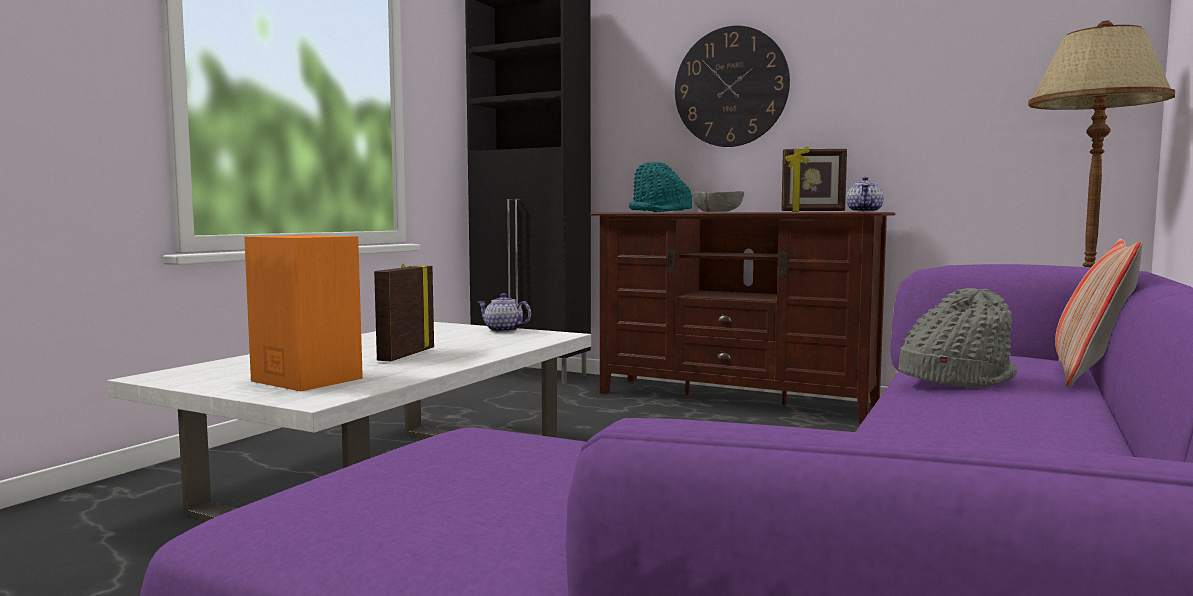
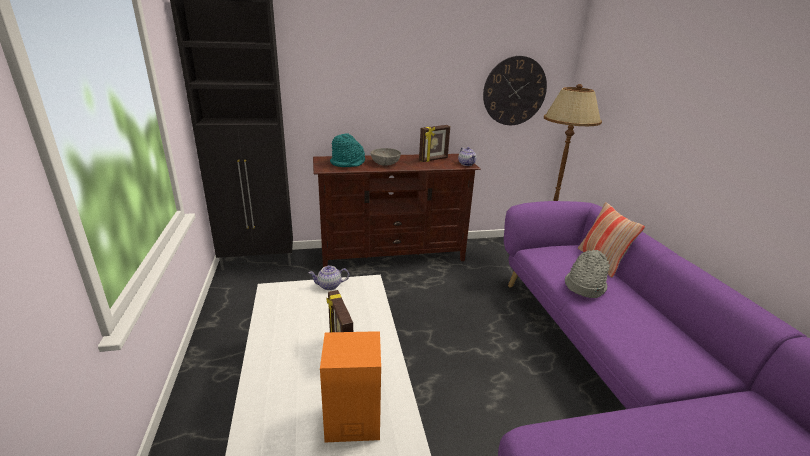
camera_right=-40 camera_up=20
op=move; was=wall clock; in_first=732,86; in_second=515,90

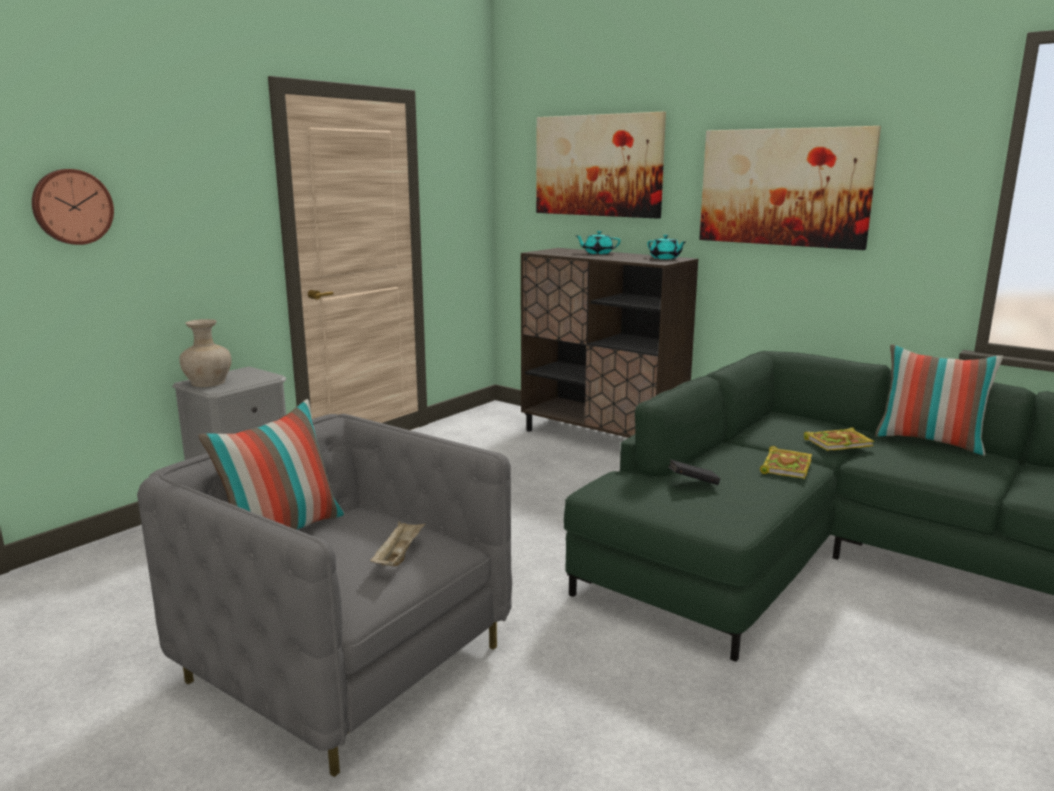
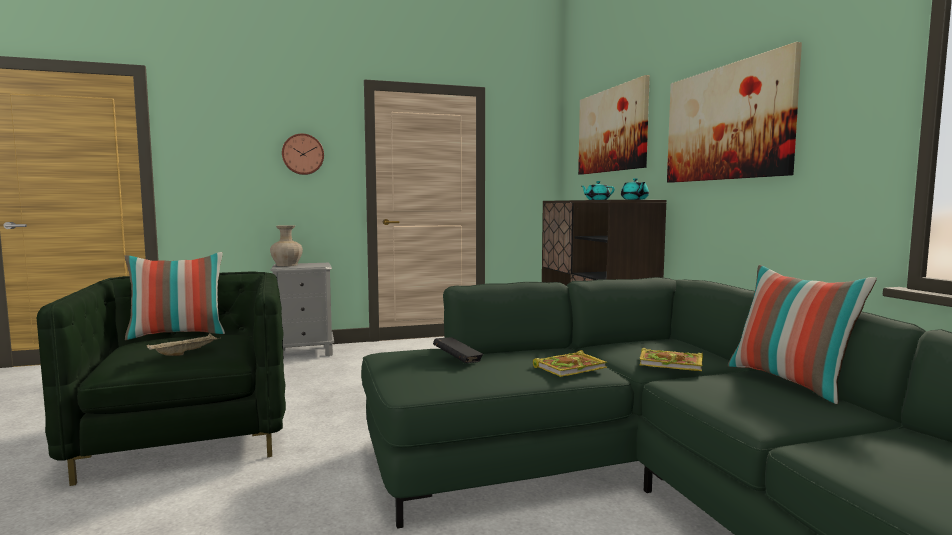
camera_right=35 camera_up=-10
op=move; was=wall clock; in_first=73,207; in_second=303,154
op=recolor; was=grey armchair; now=green armchair; in_first=324,595; in_second=161,378

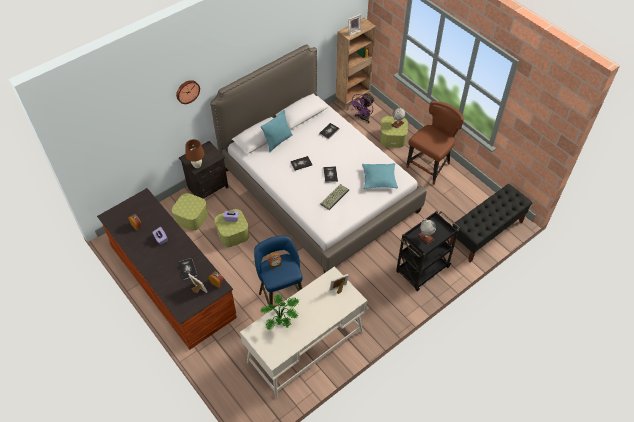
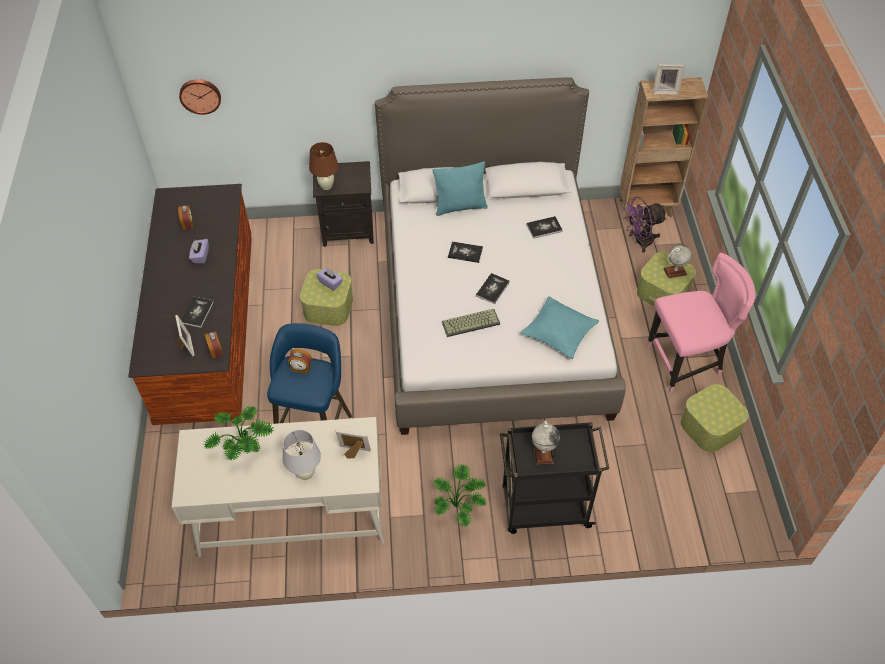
camera_right=35 camera_up=0
op=move; was=wall clock; in_first=188,92; in_second=200,97
op=recolor; was=brown chair; now=pink chair; in_first=435,142; in_second=701,323
op=delete; was=black bench; in_first=491,223
op=move; was=storage box; in_first=190,212; in_second=714,418
op=insert; now=white table lamp; in_second=302,455
op=insert; now=potted plant; in_second=460,495

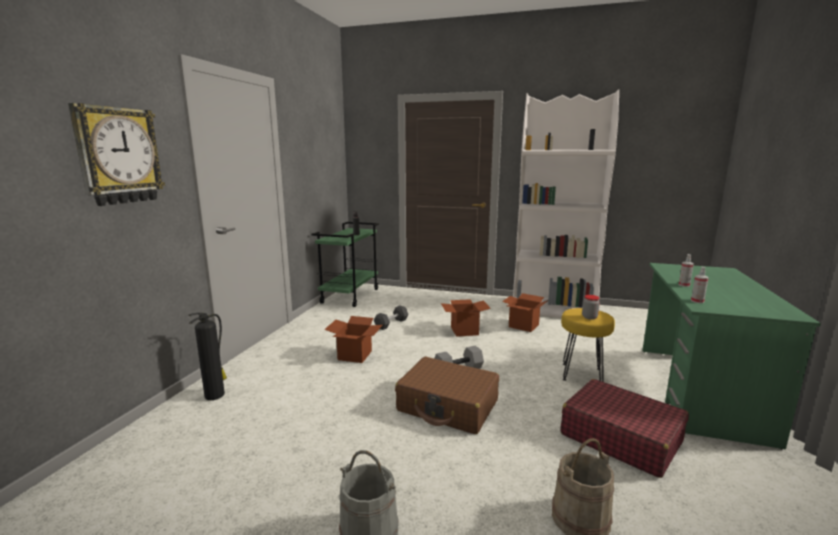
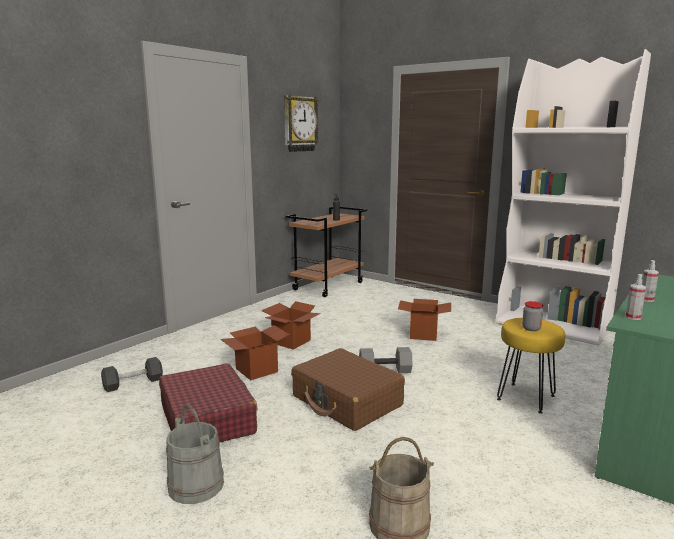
camera_right=20 camera_up=0
op=move; was=wall clock; in_first=116,154; in_second=301,123
op=recolor; was=green cart; now=brown cart; in_first=345,264; in_second=326,252
op=move; was=cardboard box; in_first=525,312; in_second=255,352
op=move; was=black dumbbell; in_first=391,317; in_second=132,374
op=delete; was=fire extinguisher; in_first=207,356
op=move; was=red suitcase; in_first=625,428; in_second=208,403

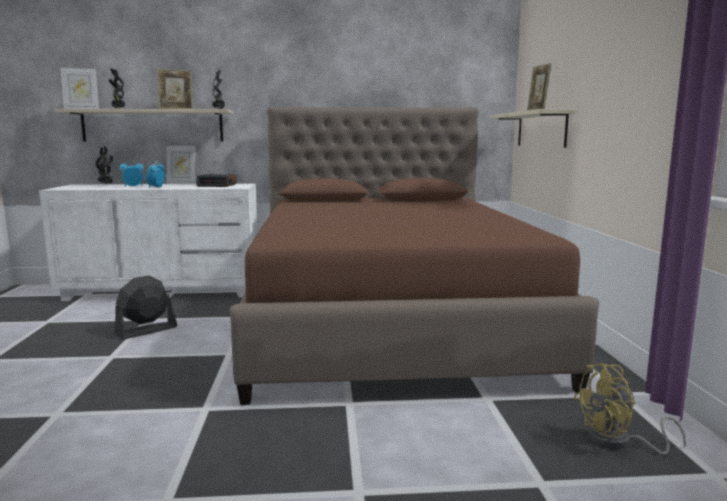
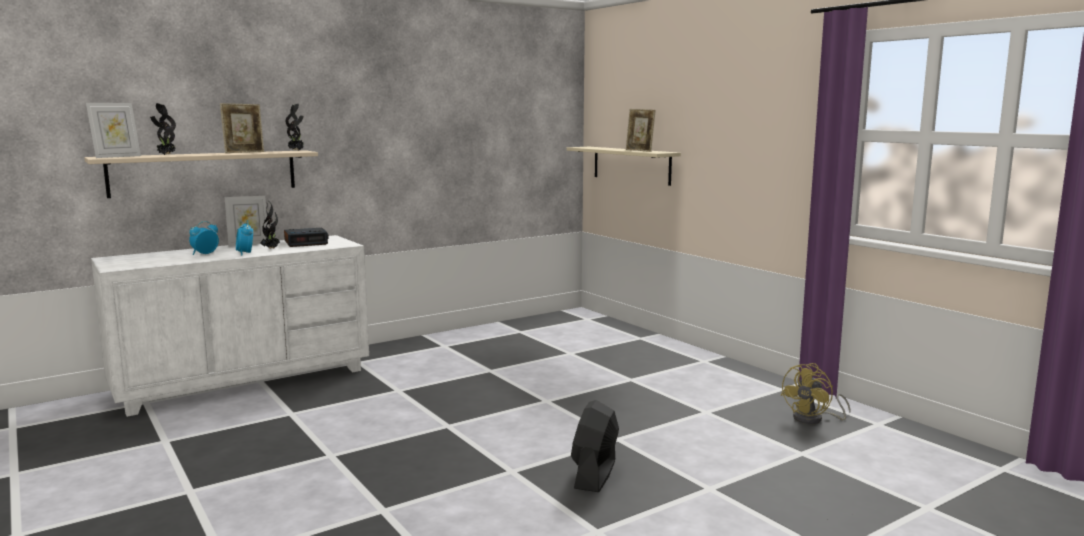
camera_right=-30 camera_up=0
op=delete; was=brown bed; in_first=414,256
op=move; was=potted plant; in_first=104,165; in_second=270,226
op=move; was=black fan; in_first=146,307; in_second=595,446

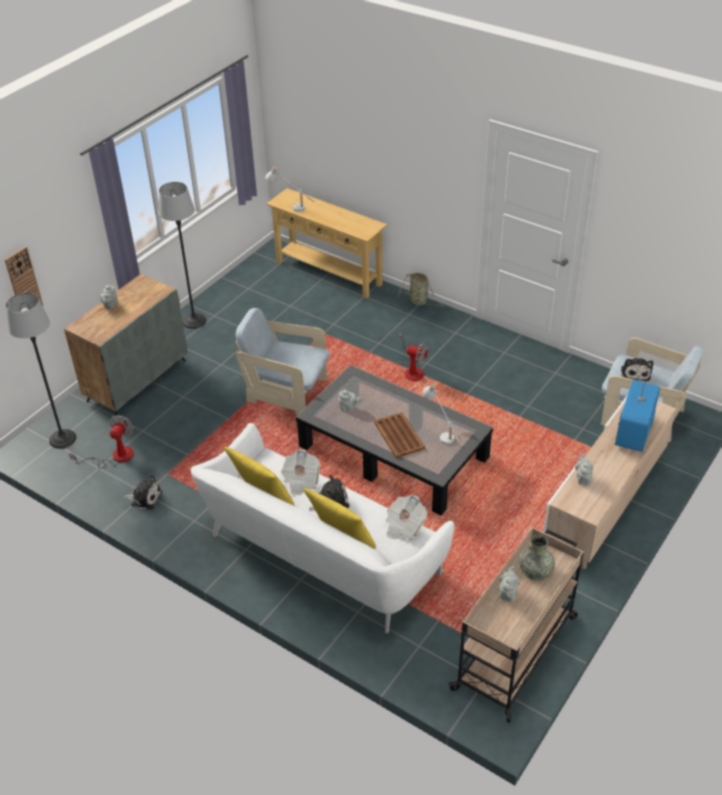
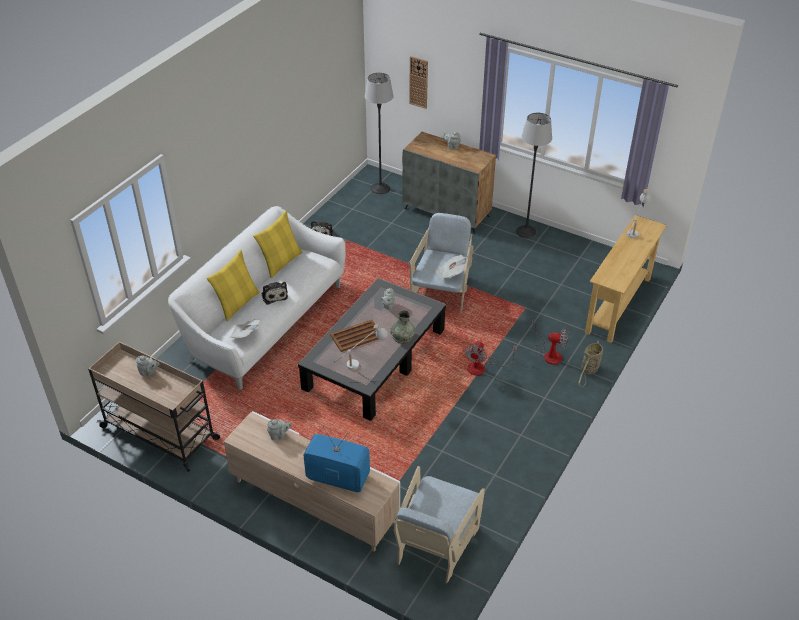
camera_right=85 camera_up=0
op=delete; was=plush toy; in_first=637,369
op=move; was=fan; in_first=101,441; in_second=550,343
op=move; was=newspaper; in_first=301,472; in_second=451,267
op=move; was=grey vase; in_first=537,557; in_second=402,327

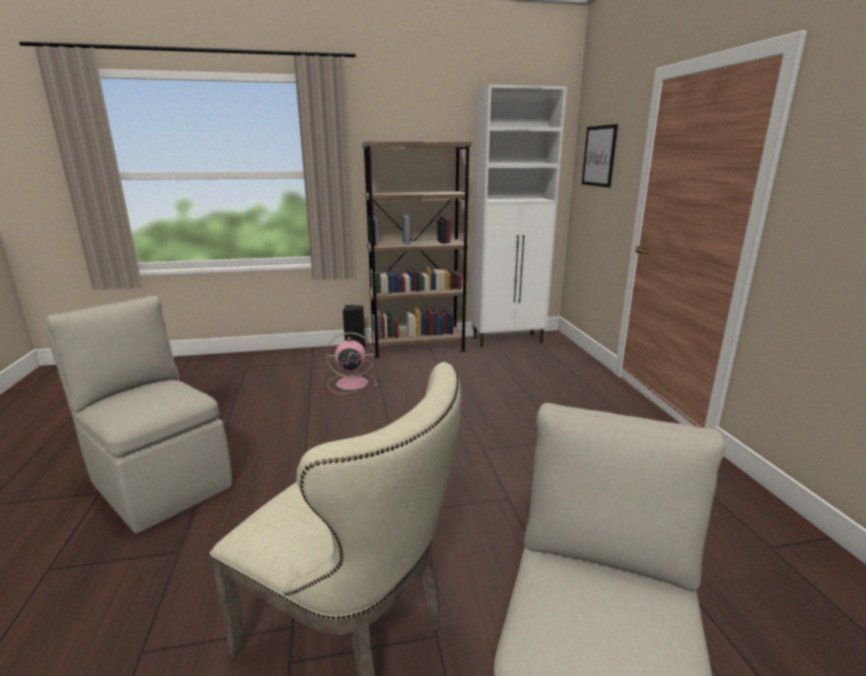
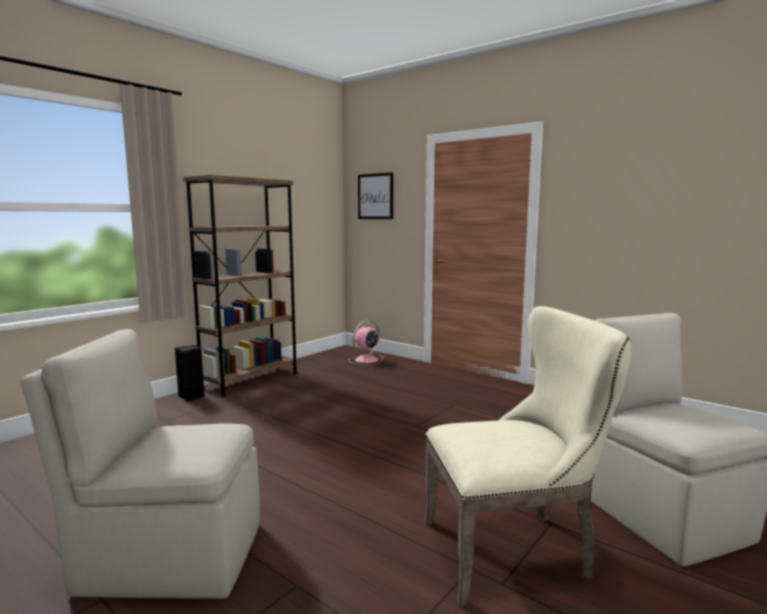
camera_right=-40 camera_up=-10
op=delete; was=white cabinet; in_first=519,215
op=move; was=pink fan; in_first=351,363; in_second=366,342

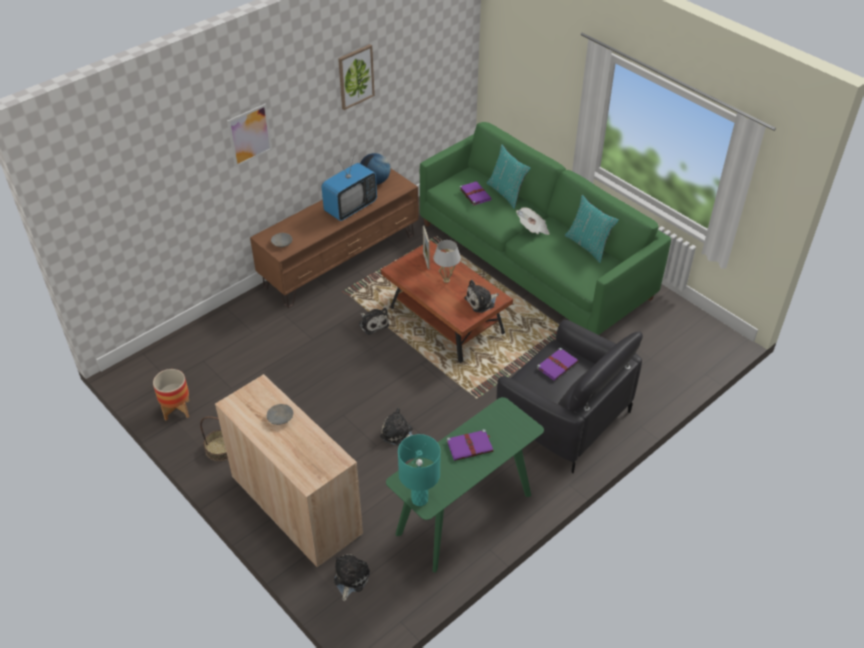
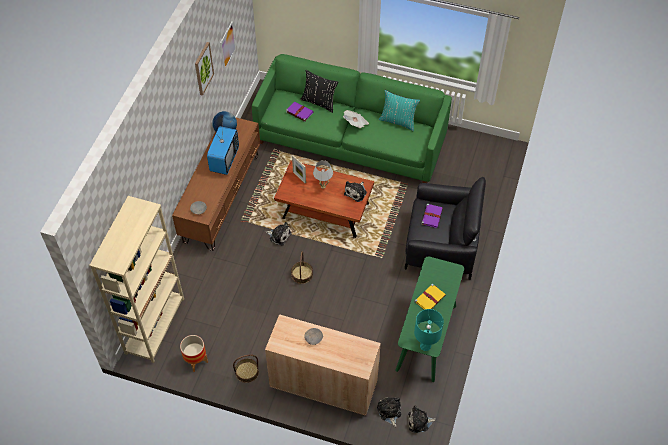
camera_right=-30 camera_up=10
op=move; was=picture; in_first=249,135; in_second=228,45
op=recolor; was=turquoise pillow; now=black pillow; in_first=509,176; in_second=319,91
op=move; was=plush toy; in_first=396,427; in_second=422,419
op=recolor; was=purple book; now=yellow book; in_first=470,445; in_second=430,297
op=insert; now=beige bookcase; in_second=136,279
op=insert; now=basket; in_second=302,267

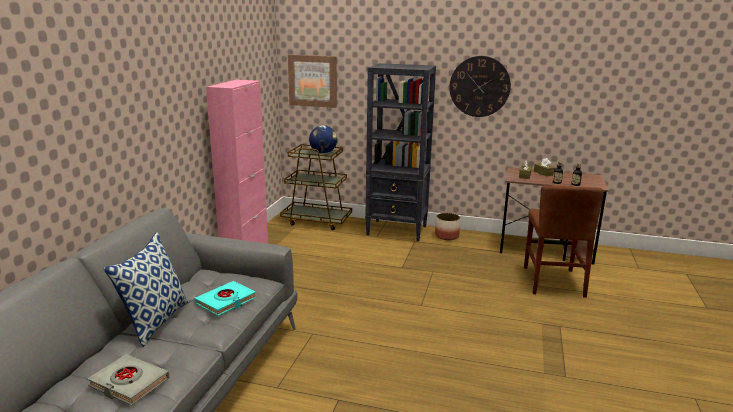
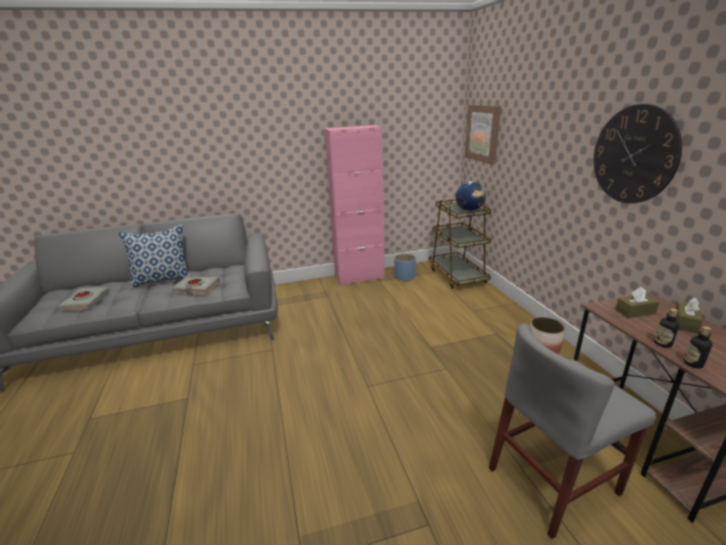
camera_right=60 camera_up=5
op=delete; was=black bookcase; in_first=400,152
op=recolor; was=brown chair; now=grey chair; in_first=564,241; in_second=572,431
op=recolor; was=turquoise book; now=grey book; in_first=225,298; in_second=196,286
op=insert; now=blue planter; in_second=405,267

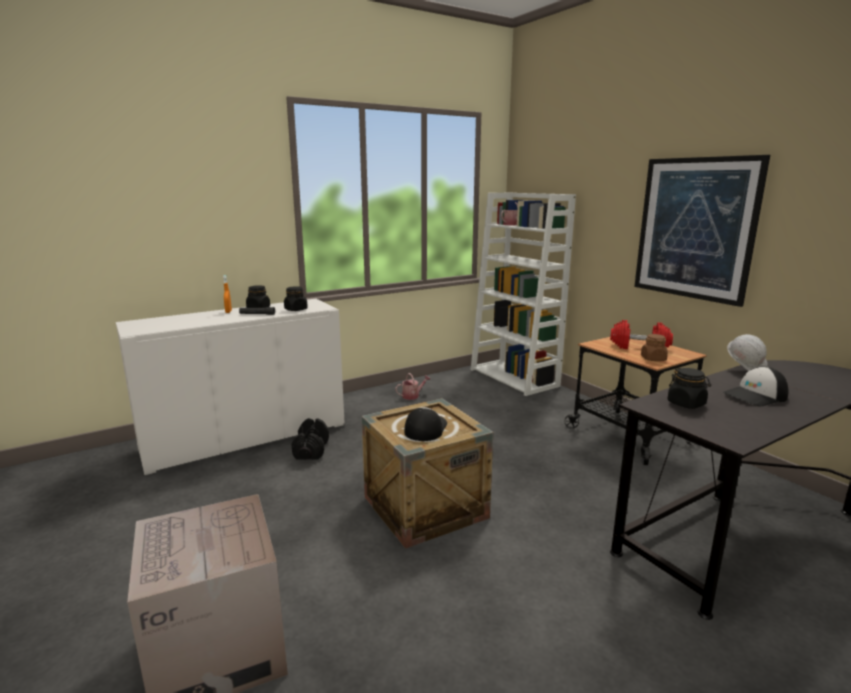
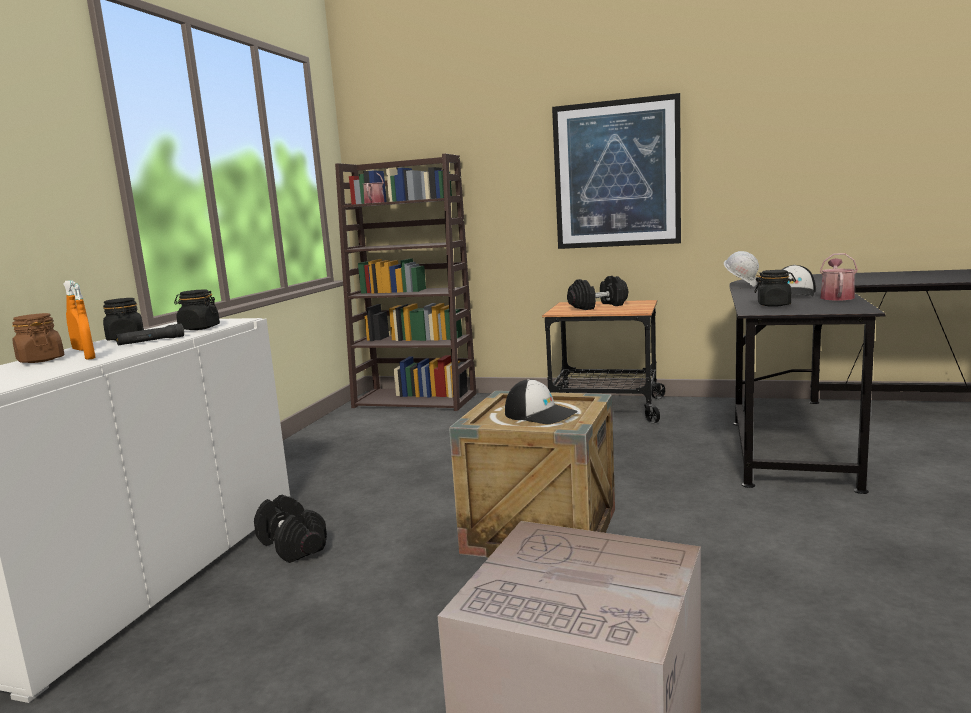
camera_right=-40 camera_up=-5
op=recolor; was=white bookcase; now=brown bookcase; in_first=523,294; in_second=405,282
op=recolor; was=red dumbbell; now=black dumbbell; in_first=641,334; in_second=597,293
op=move; was=brown jar; in_first=654,347; in_second=38,338
op=move; was=watering can; in_first=412,386; in_second=839,276
op=rotate; was=cap; in_first=425,424; in_second=541,401; clockwise=150
op=insert; now=orange spray bottle; in_second=84,321

